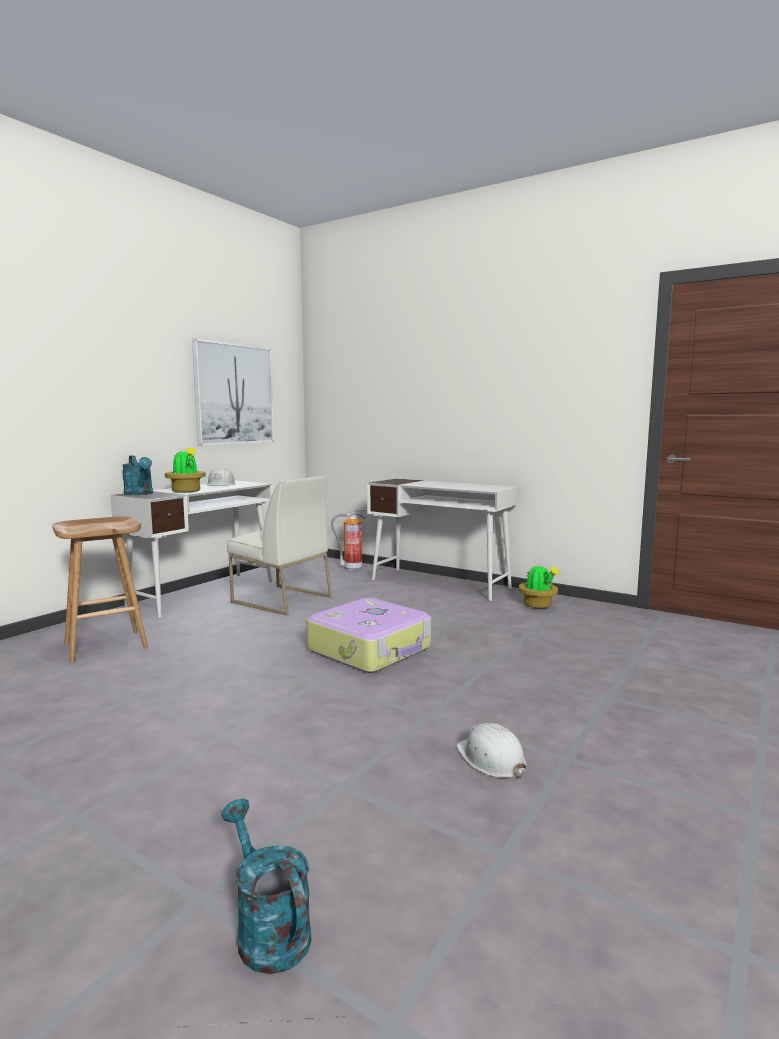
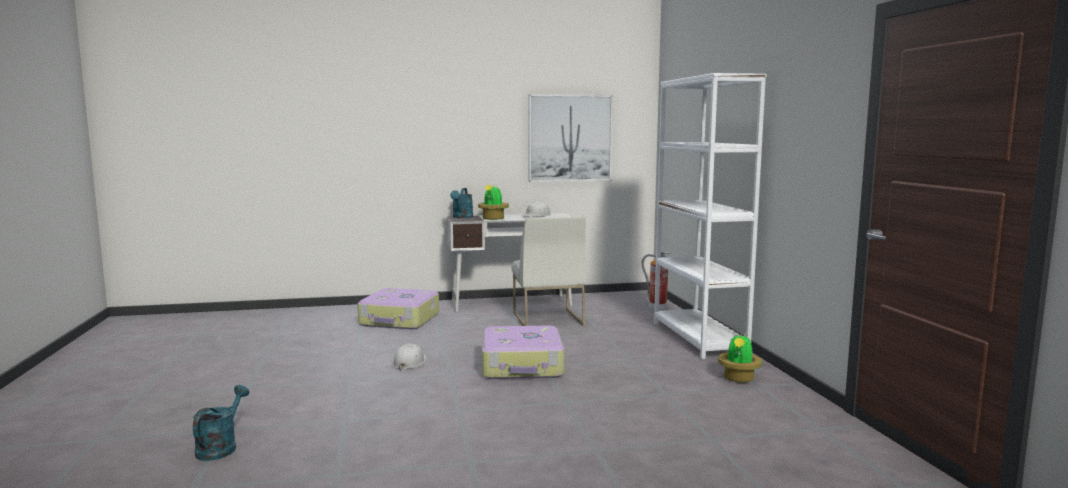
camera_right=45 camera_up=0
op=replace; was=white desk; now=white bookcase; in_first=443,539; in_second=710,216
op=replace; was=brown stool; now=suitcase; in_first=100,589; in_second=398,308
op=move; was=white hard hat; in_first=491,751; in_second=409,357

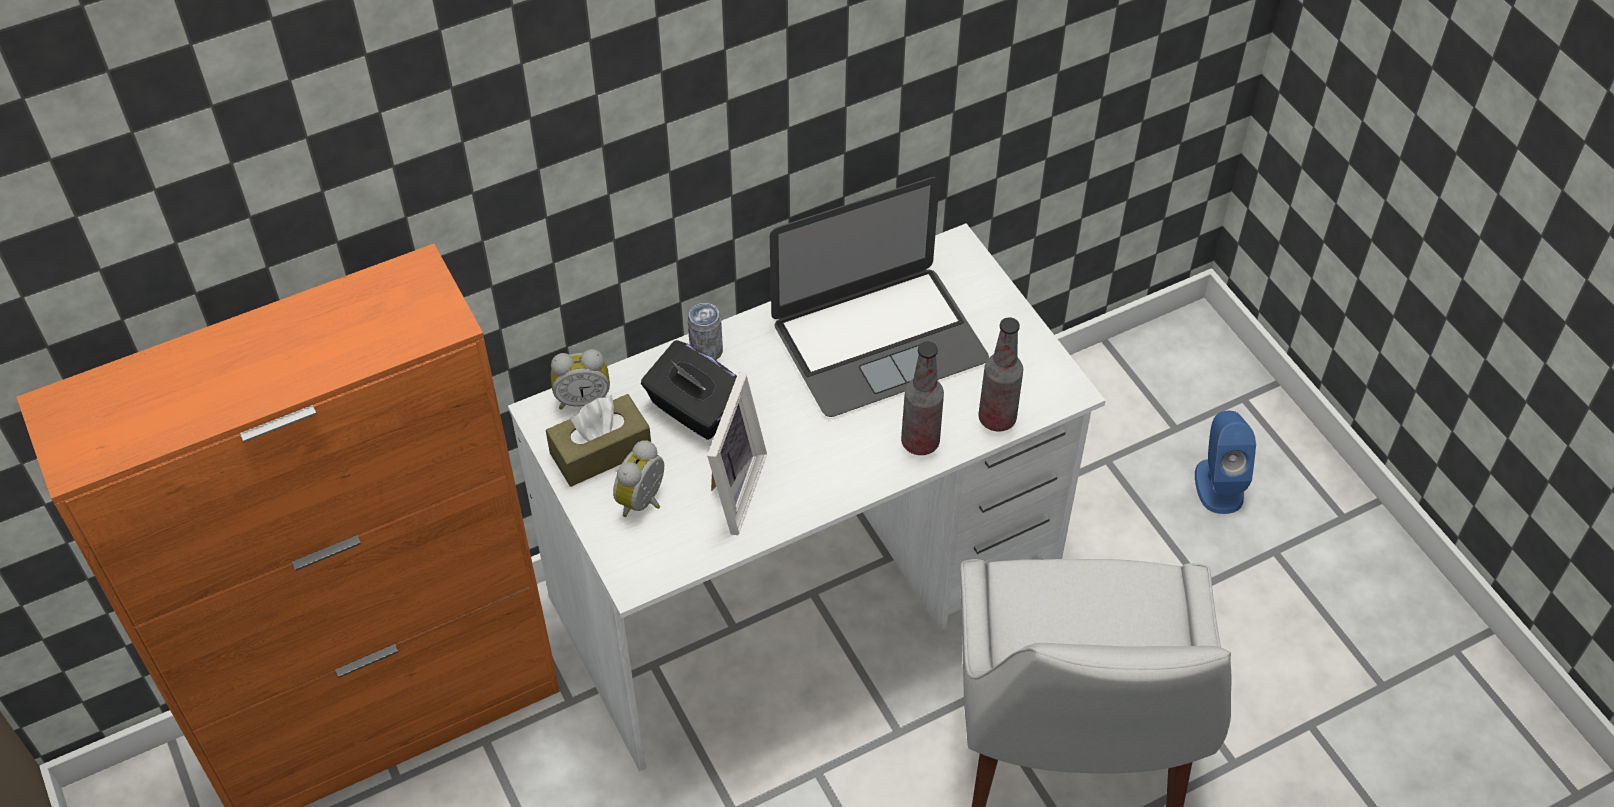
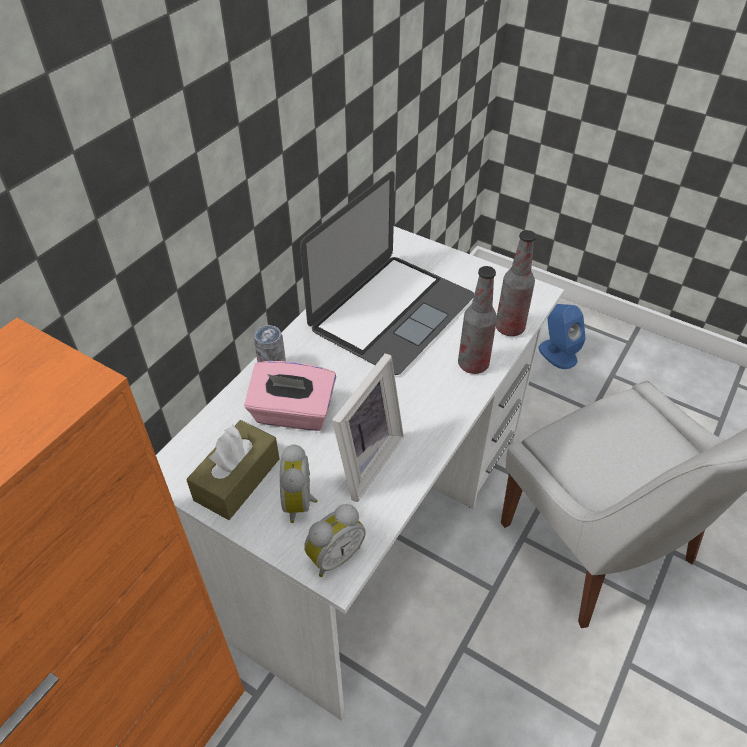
camera_right=-30 camera_up=-5
op=recolor; was=black tissue box; now=pink tissue box; in_first=689,390; in_second=290,396
op=move; was=alarm clock; in_first=580,379; in_second=335,540
op=rotate; was=picture frame; in_first=737,454; in_second=368,427; clockwise=45

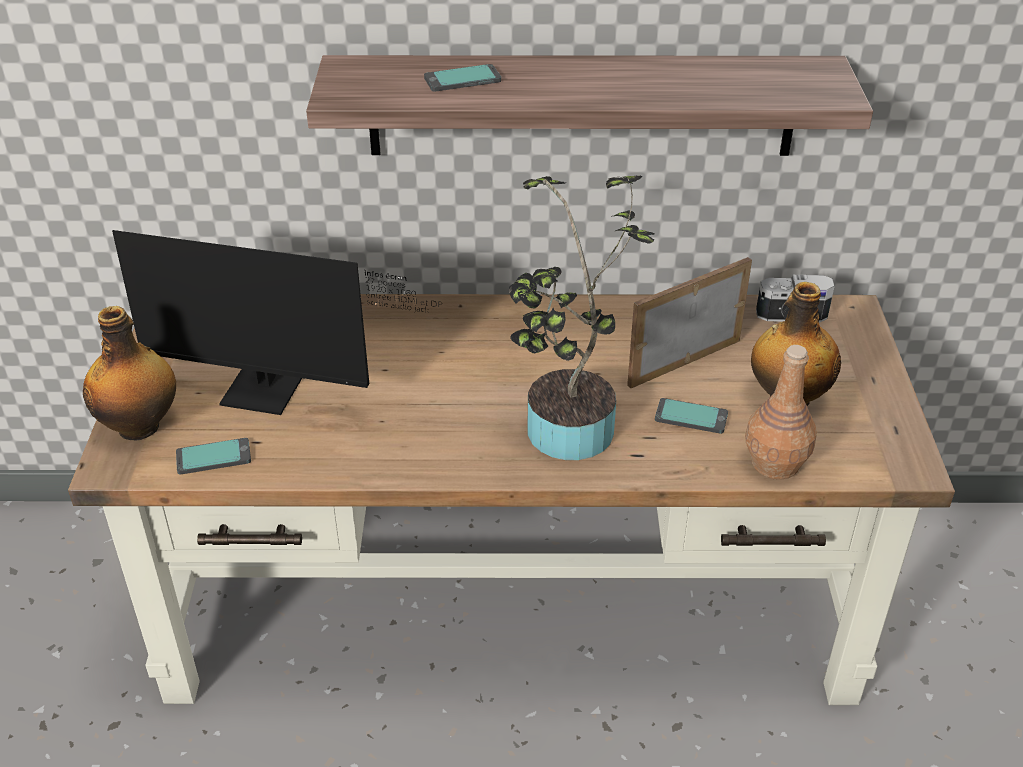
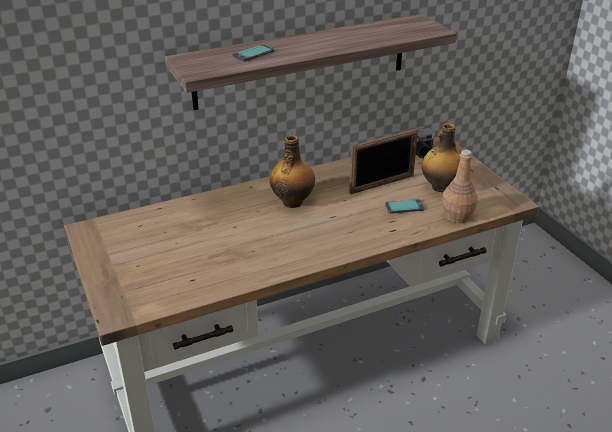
camera_right=-25 camera_up=-5
op=delete; was=potted plant; in_first=582,317
op=delete; was=monitor; in_first=277,322
op=rotate; was=picture frame; in_first=689,322; in_second=383,161; clockwise=-150
op=move; was=bottle; in_first=129,373; in_second=292,171
op=delete; was=phone; in_first=213,456

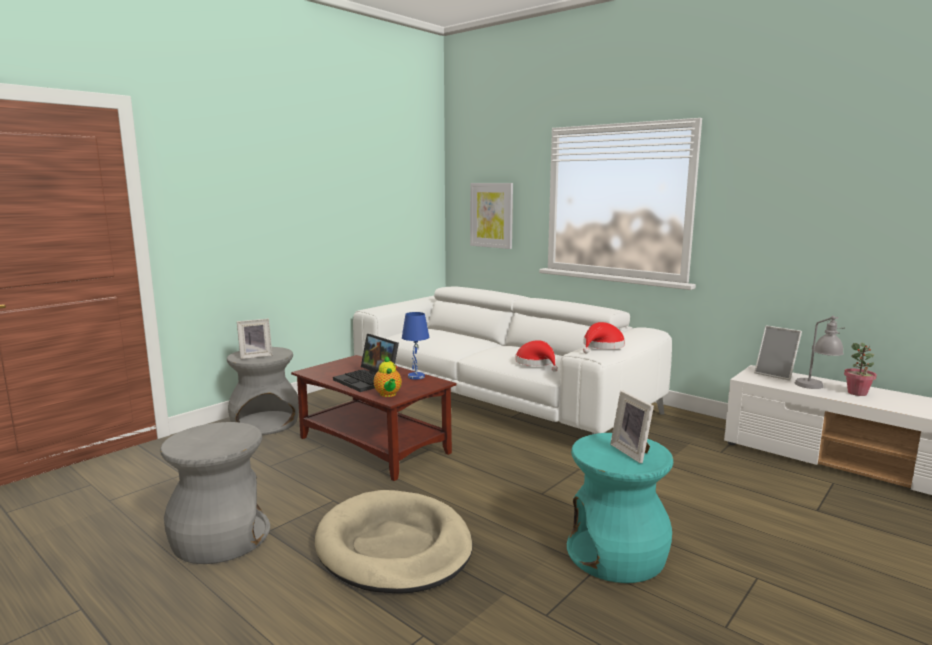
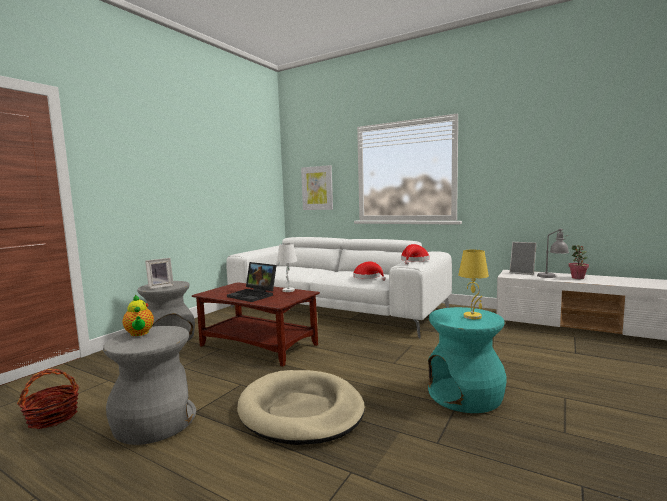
camera_right=-10 camera_up=-5
op=recolor; was=blue table lamp; now=white table lamp; in_first=415,346; in_second=287,267
op=move; was=teapot; in_first=388,376; in_second=138,315
op=replace; was=picture frame; now=yellow table lamp; in_first=632,426; in_second=473,284
op=insert; now=basket; in_second=48,399

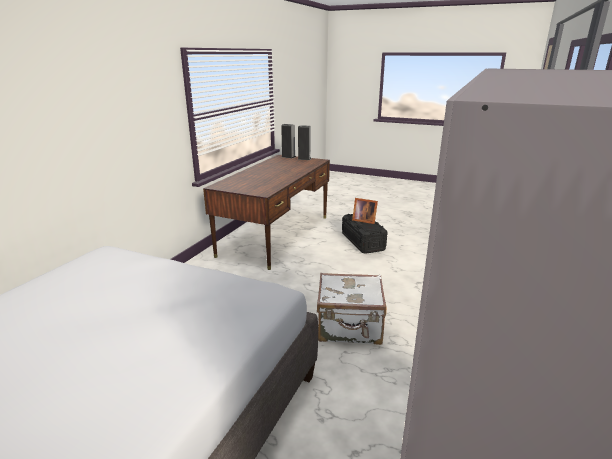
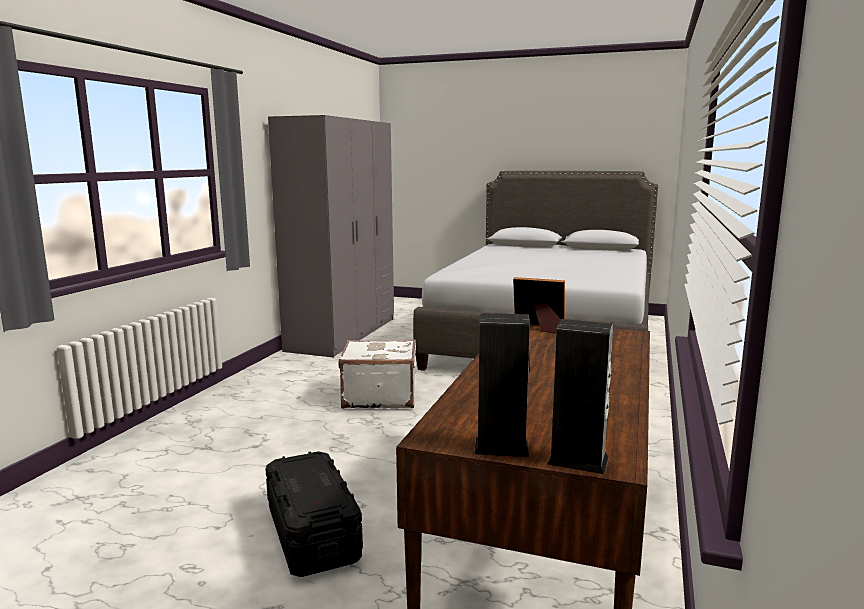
camera_right=175 camera_up=-10
op=move; was=picture frame; in_first=365,211; in_second=539,305

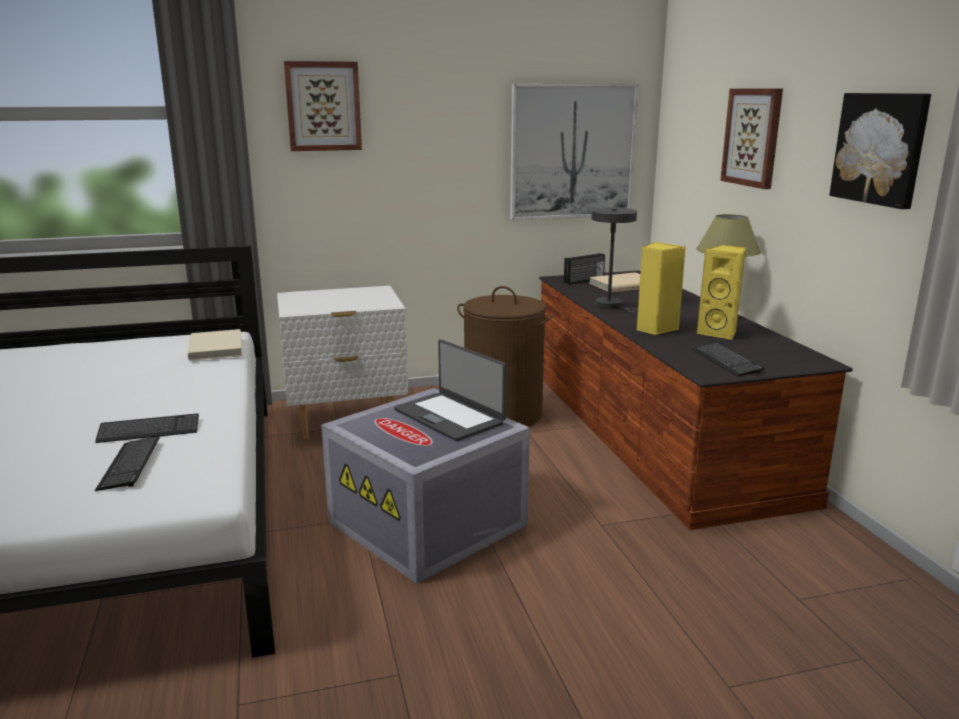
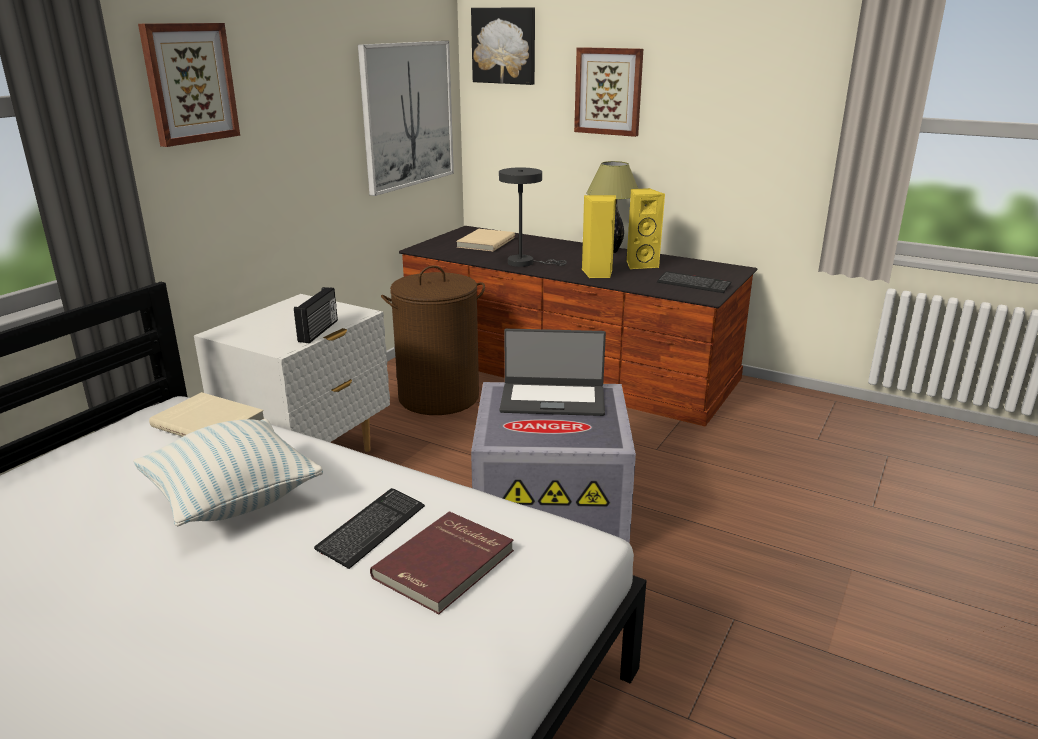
camera_right=-45 camera_up=5
op=move; was=picture; in_first=880,151; in_second=503,46
op=move; was=radio; in_first=584,268; in_second=316,315
op=replace; was=keyboard; now=red book; in_first=127,463; in_second=442,562
op=insert; now=pillow; in_second=228,472

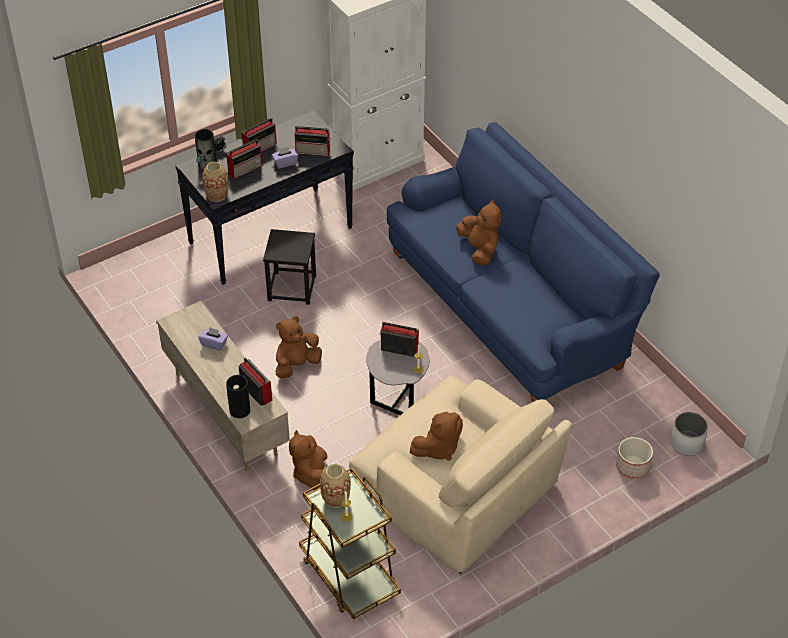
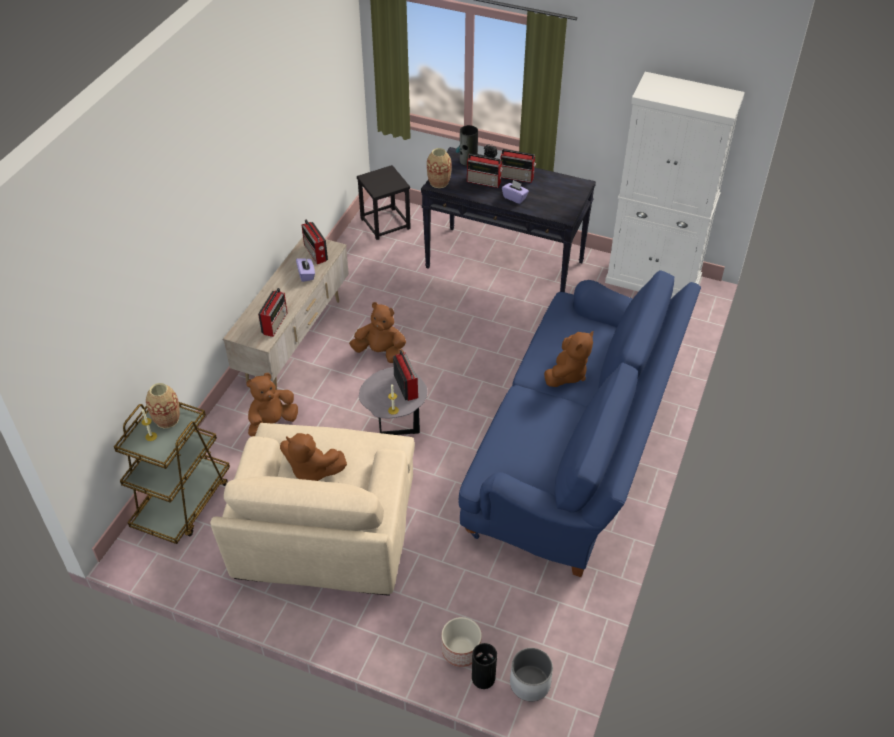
camera_right=55 camera_up=0
op=move; was=radio; in_first=313,141; in_second=315,241
op=move; was=black stool; in_first=289,267; in_second=384,202
op=move; was=vase; in_first=238,396; in_second=484,666

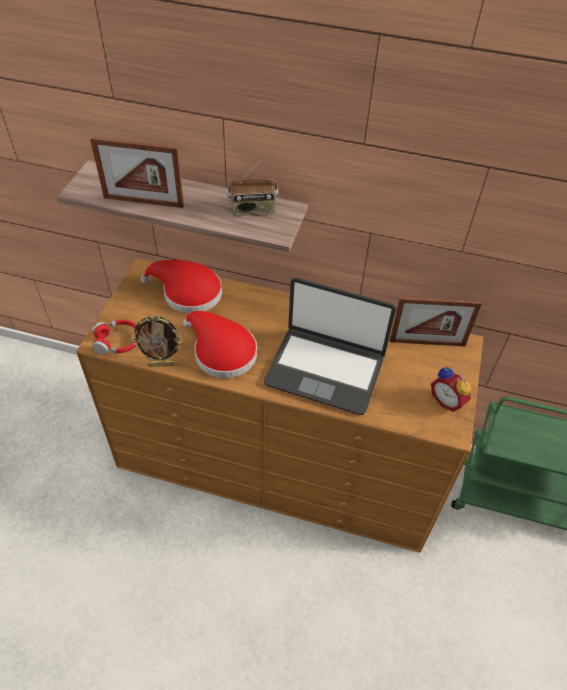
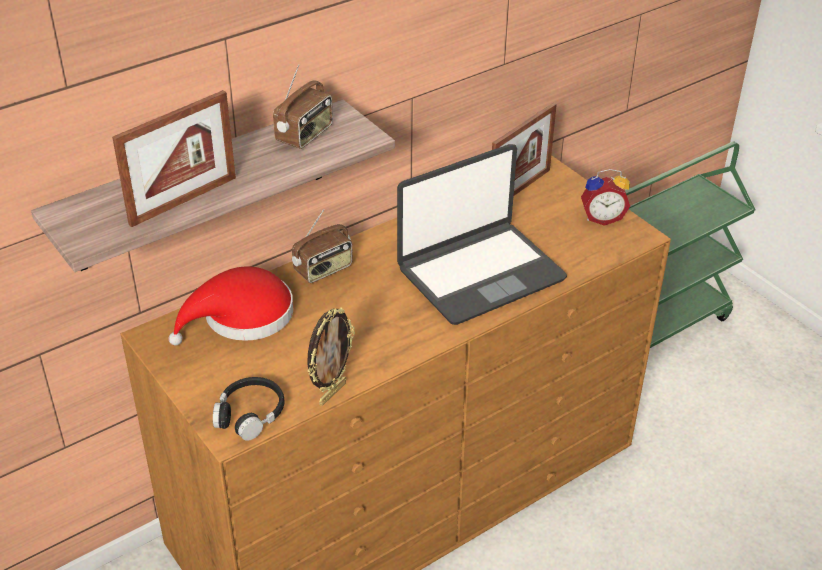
camera_right=-50 camera_up=-10
op=delete; was=red hat; in_first=220,344
op=recolor; was=red headphones; now=black headphones; in_first=114,337; in_second=249,409
op=insert; now=radio; in_second=322,246

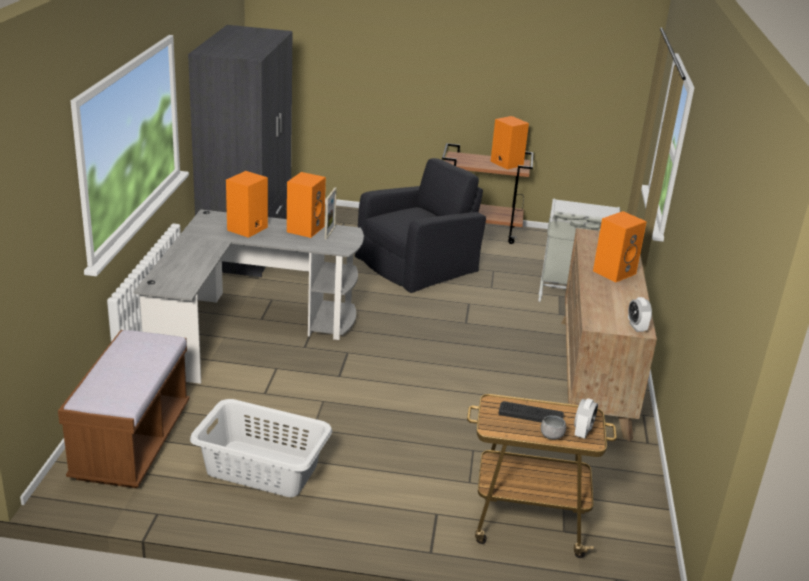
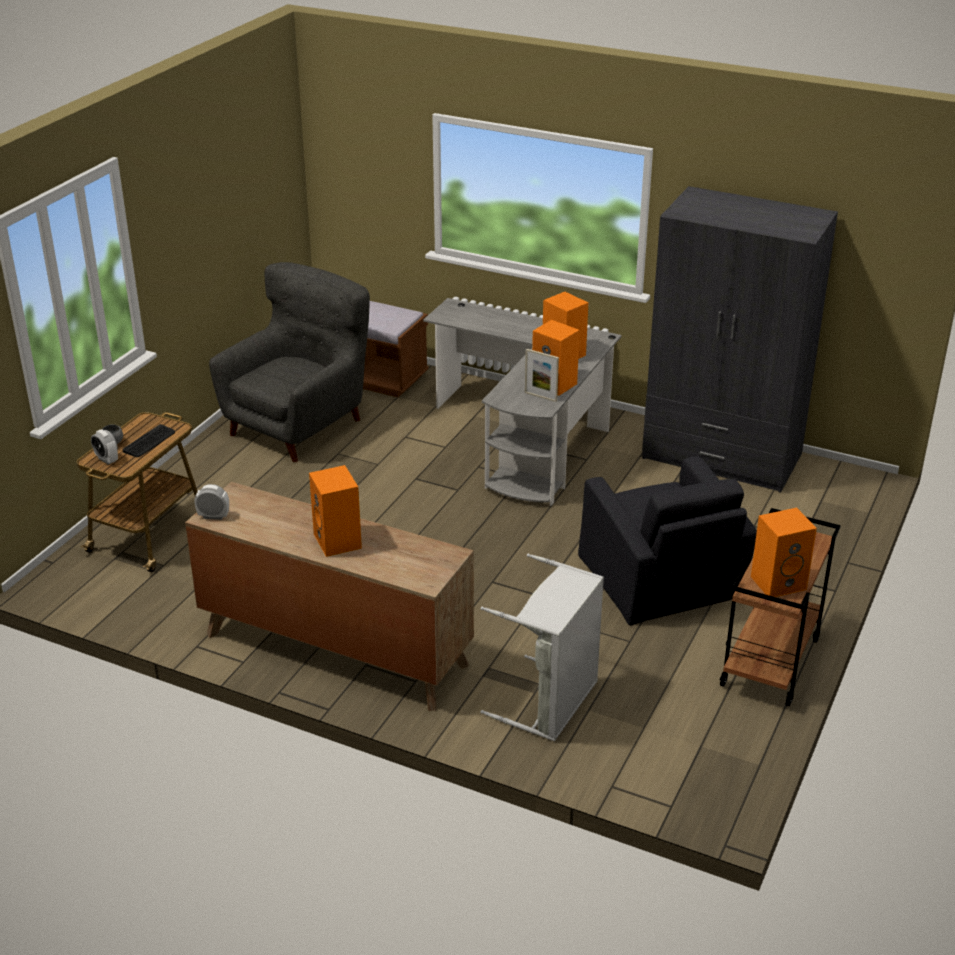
camera_right=110 camera_up=5
op=replace; was=grey laundry basket; now=grey armchair; in_first=261,448; in_second=289,362

